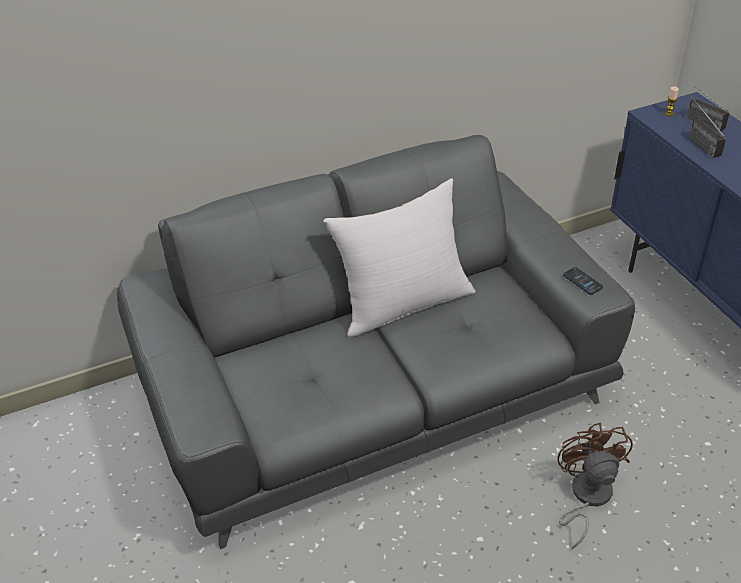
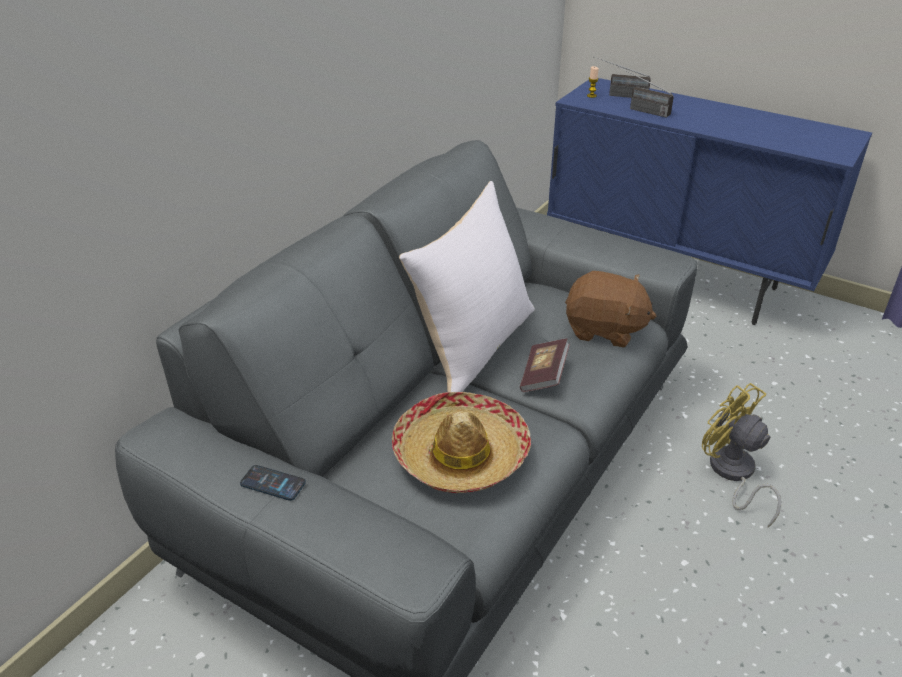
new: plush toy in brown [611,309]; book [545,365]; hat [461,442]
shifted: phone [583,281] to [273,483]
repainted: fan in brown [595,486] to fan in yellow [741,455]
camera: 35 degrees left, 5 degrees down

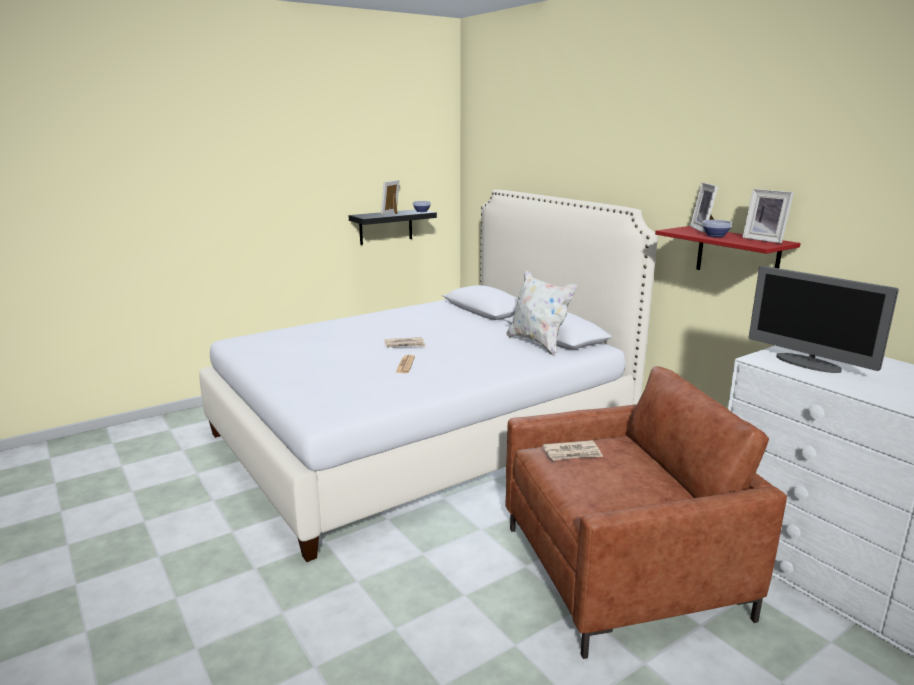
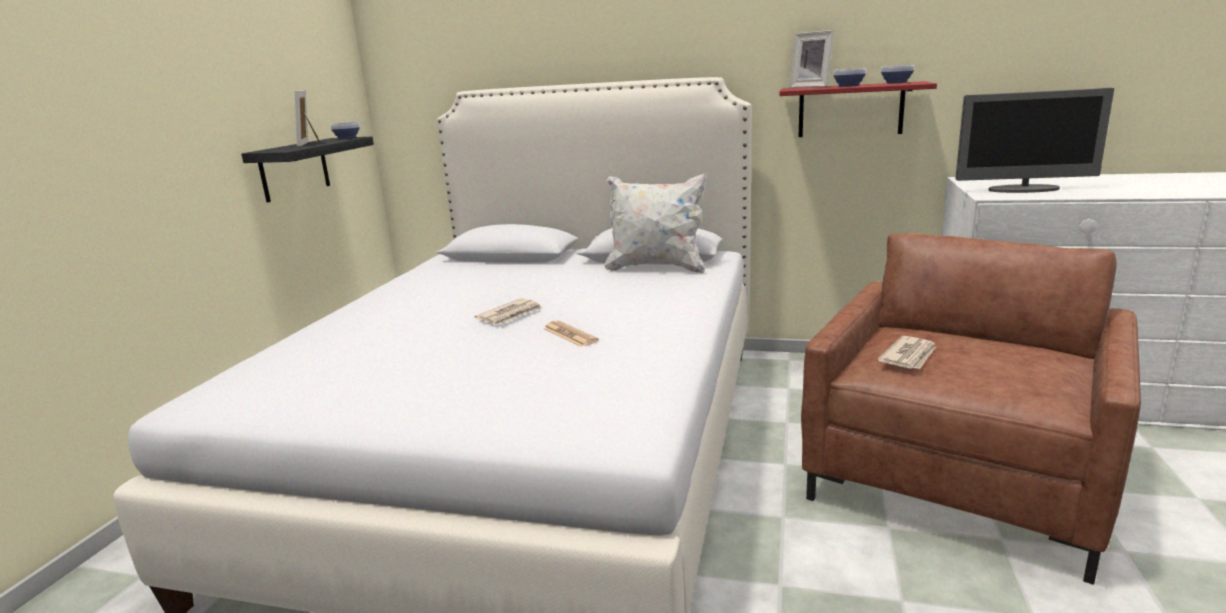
swapped: picture frame [768,216] to bowl [898,74]
camera: 40 degrees left, 0 degrees up

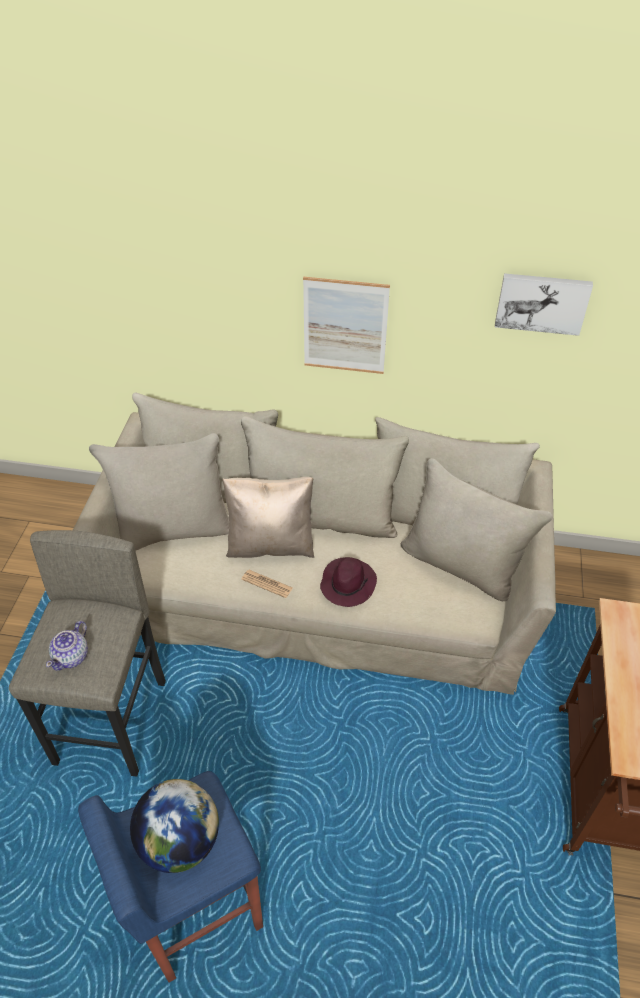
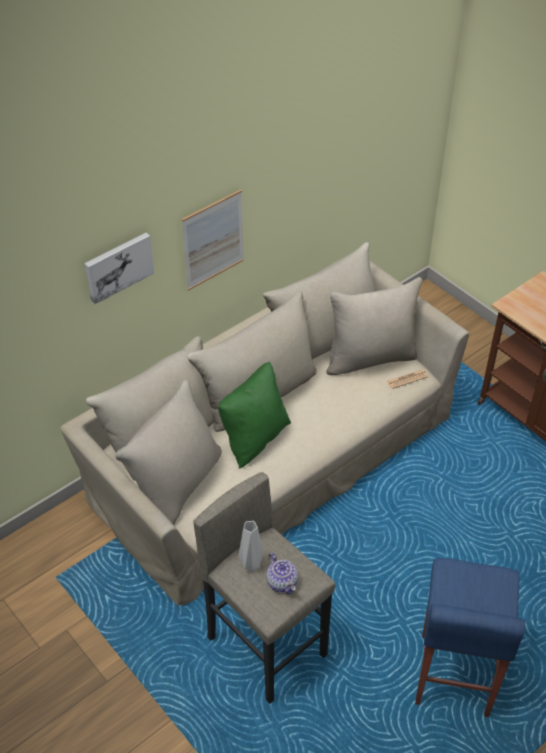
gone: hat in purple [348,582]; globe [174,826]
new: vase in grey [250,546]
shifted: picture [544,304] to [119,268]; newspaper [267,584] to [407,379]
repainted: pillow in beige [268,517] to pillow in green [254,415]
camera: 50 degrees left, 0 degrees up

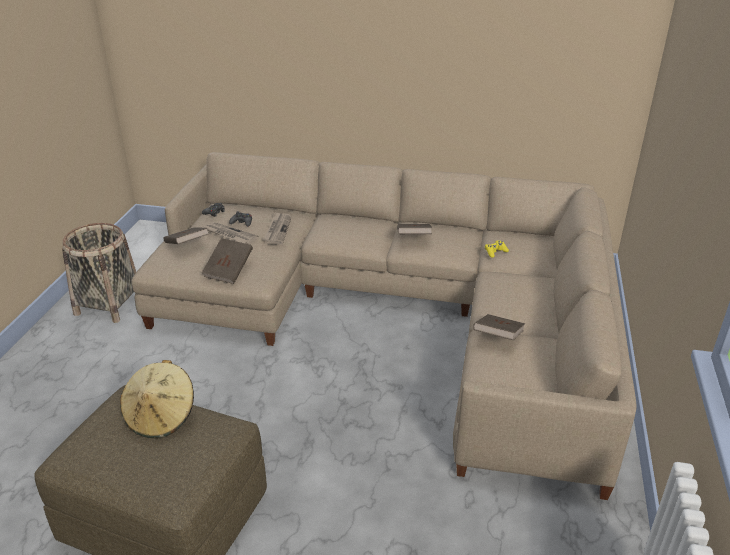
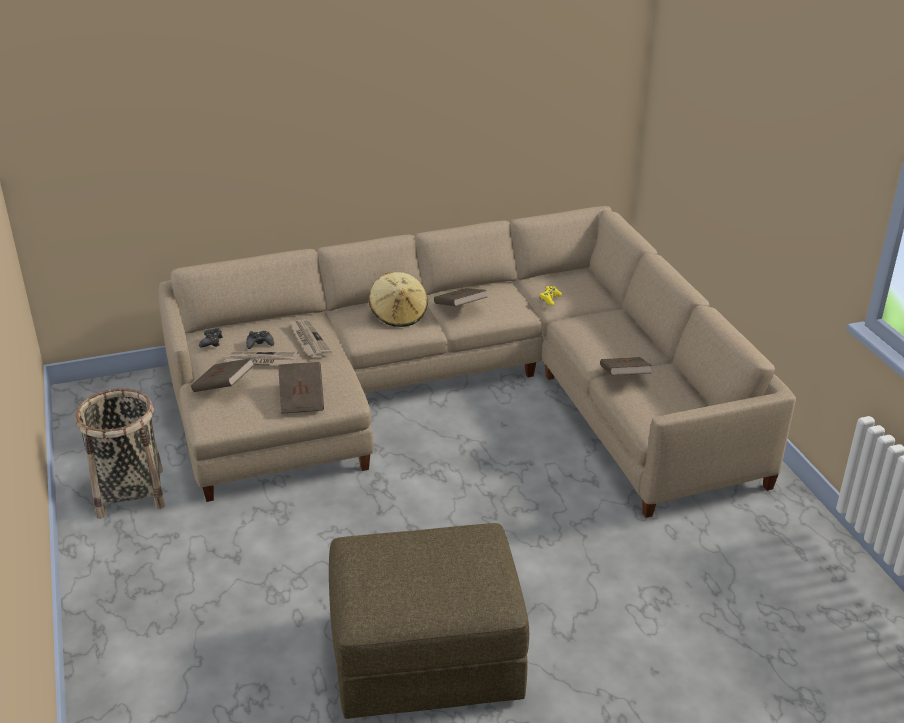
shifted: hat in beige [157,399] to [398,299]
camera: 30 degrees left, 0 degrees up

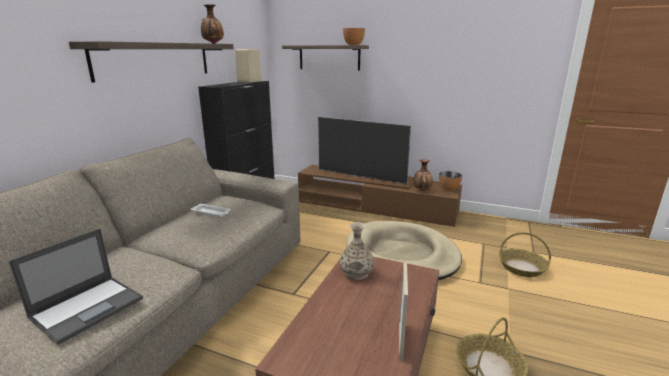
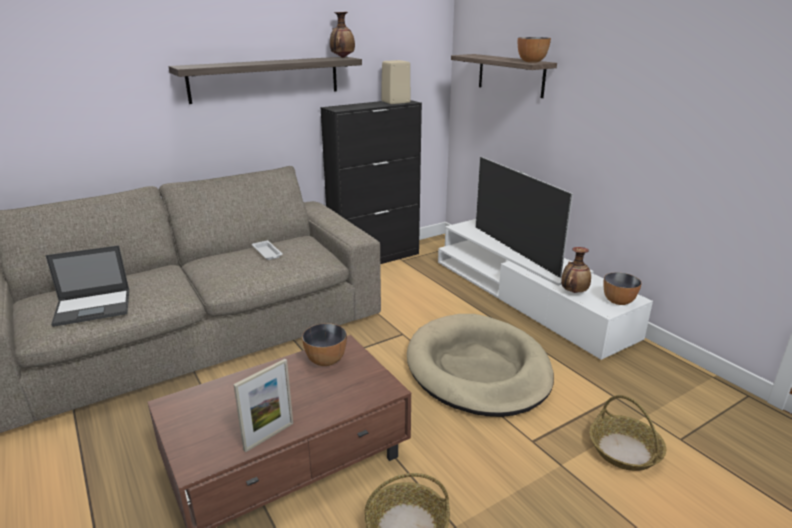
swapped: vase [357,251] to bowl [324,344]
repainted: tv stand in brown [380,196] to tv stand in white [545,289]
camera: 35 degrees right, 5 degrees up

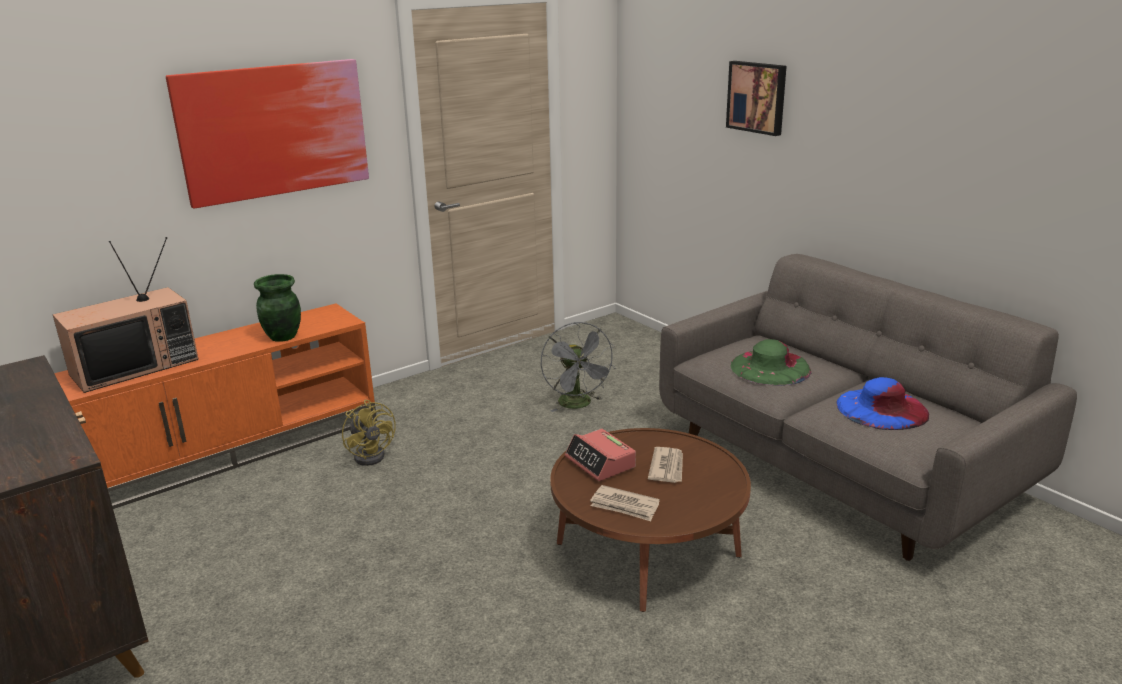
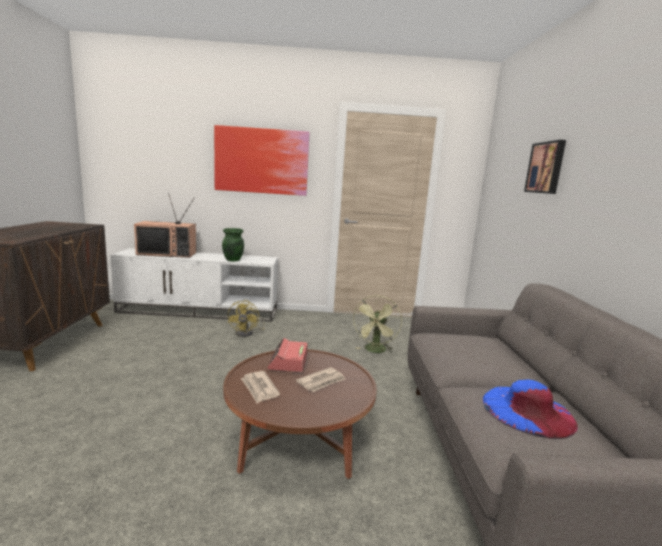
gone: hat in green [770,362]
repainted: tv stand in orange [215,406] to tv stand in white [194,285]; fan in grey [578,367] to fan in green [377,324]
camera: 35 degrees right, 10 degrees down

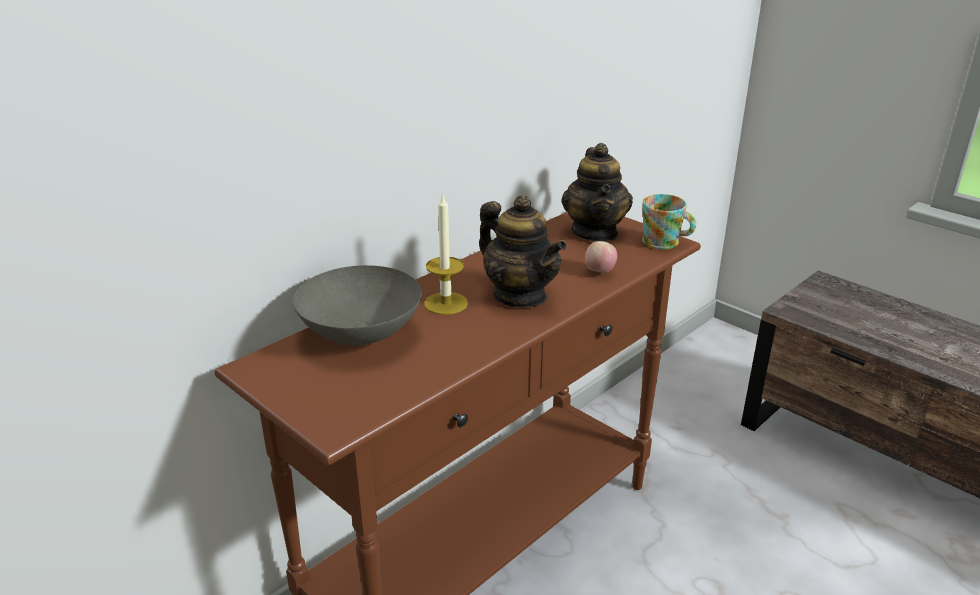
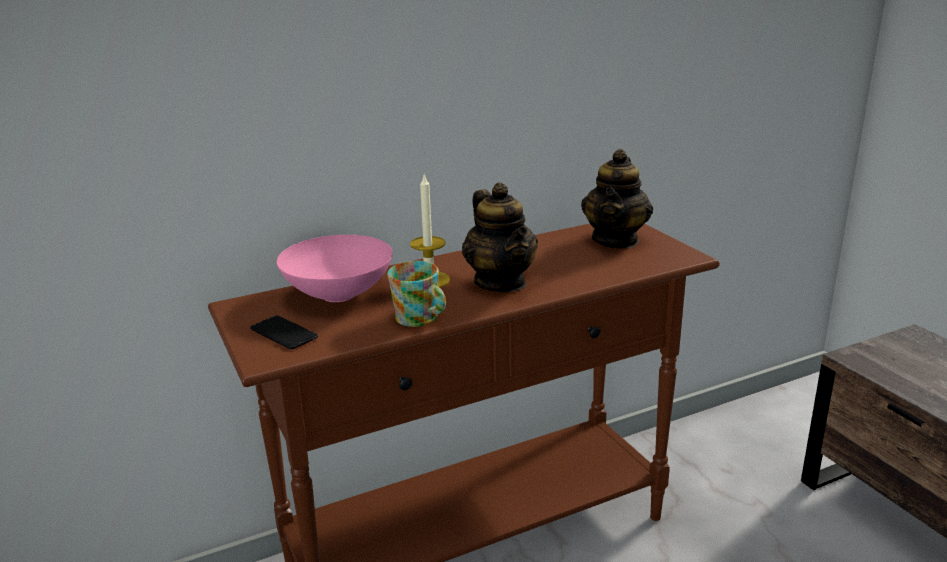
gone: apple [601,257]
new: phone [284,332]
shifted: mug [669,222] to [416,294]
repainted: bowl in grey [357,305] to bowl in pink [335,268]
camera: 20 degrees right, 5 degrees down

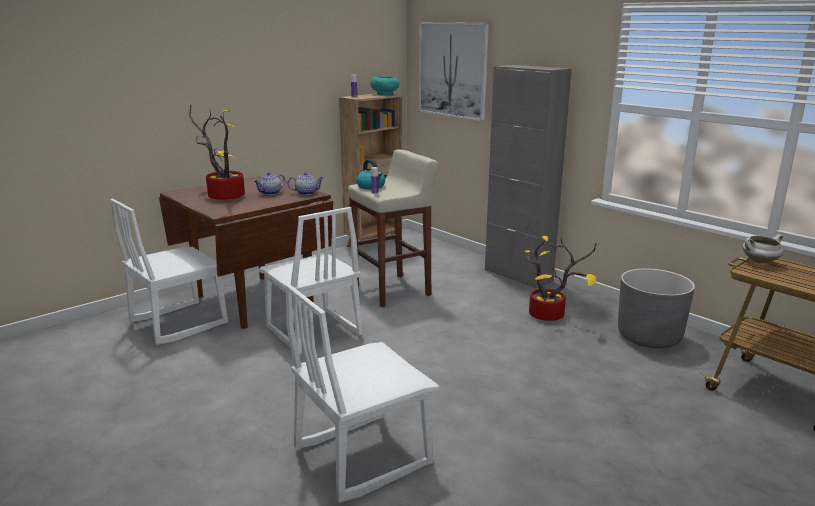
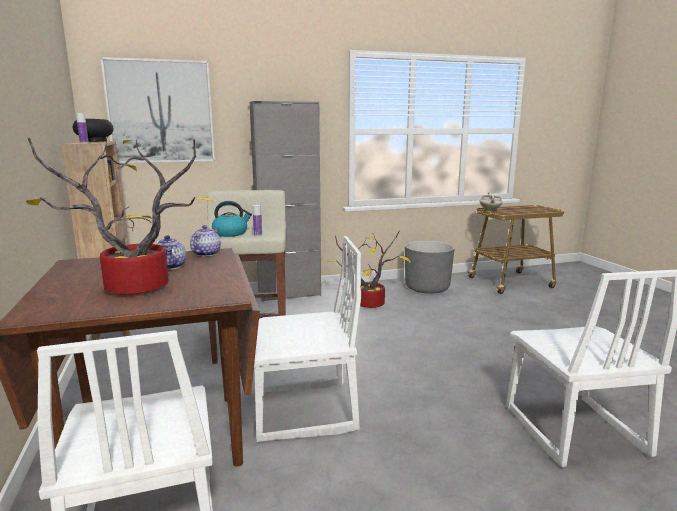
repainted: bowl in turquoise [385,85] to bowl in black [93,130]
camera: 65 degrees left, 5 degrees down

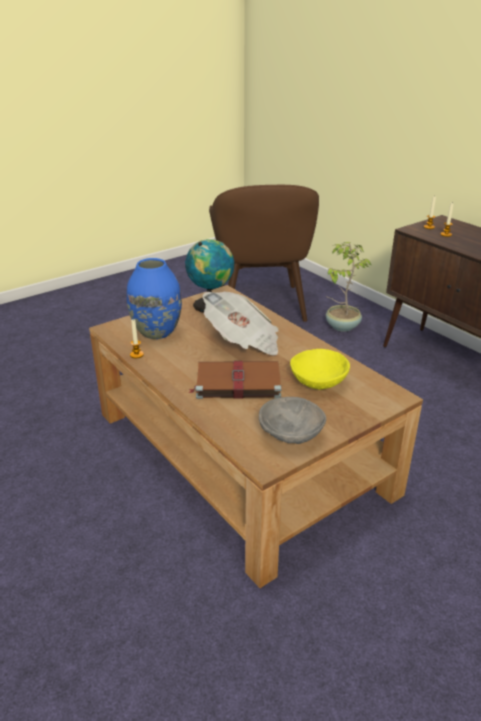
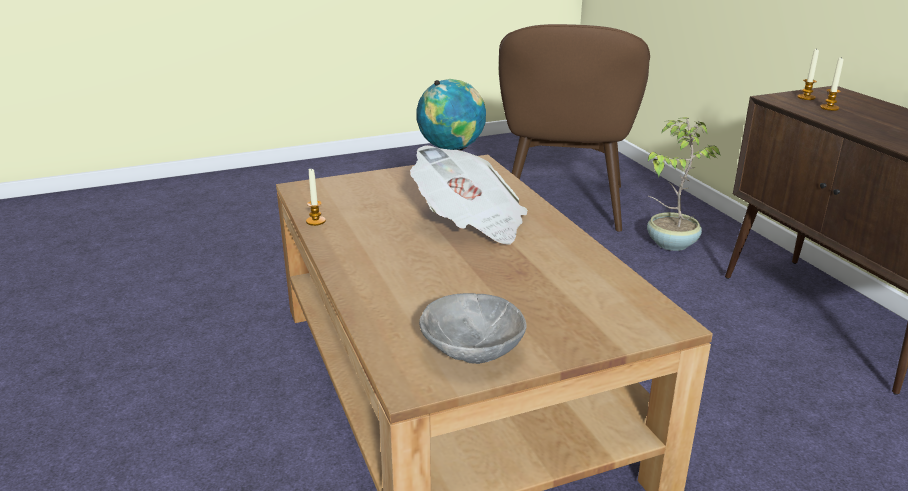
gone: vase in blue [154,298]; bowl in yellow [320,369]; book in brown [235,380]
camera: 15 degrees right, 5 degrees down

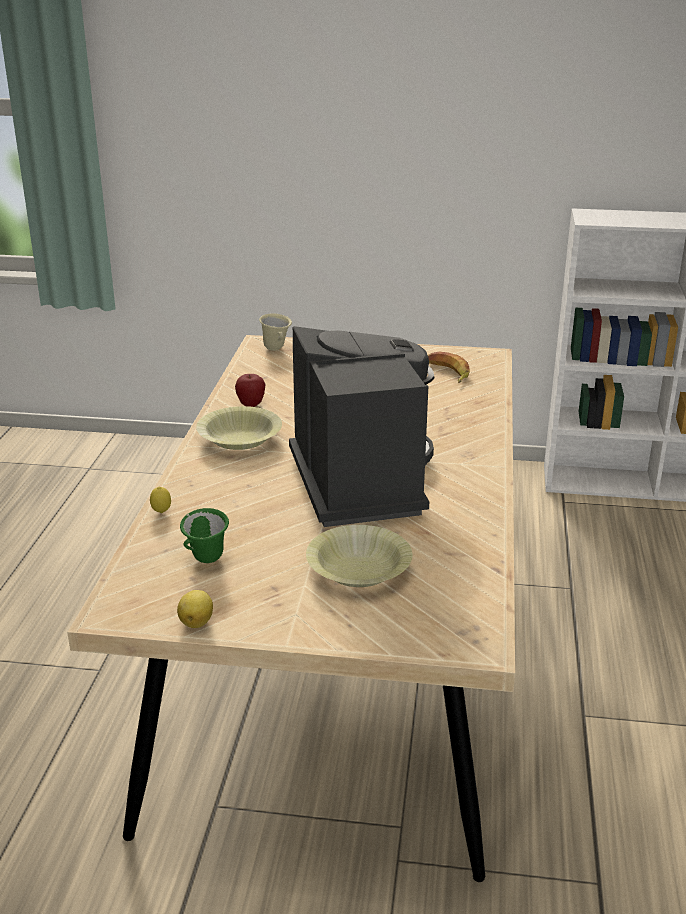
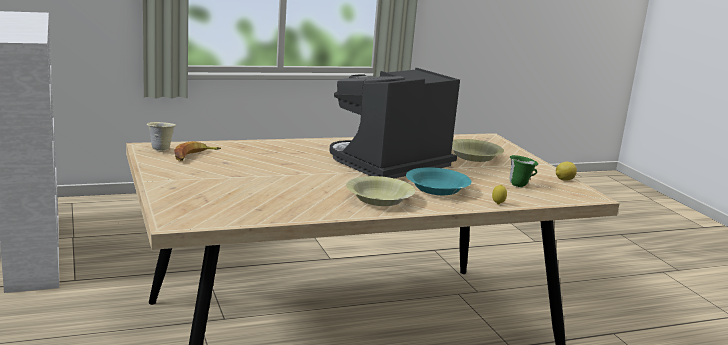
gone: apple [250,390]
new: bowl in turquoise [438,181]
shifted: mug in beige [275,332] to [161,136]
camera: 120 degrees left, 10 degrees down

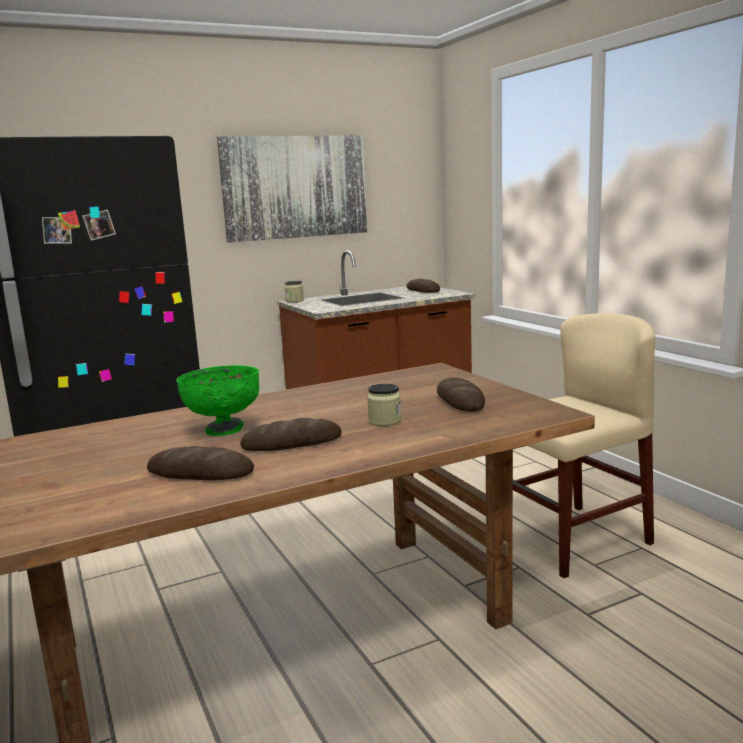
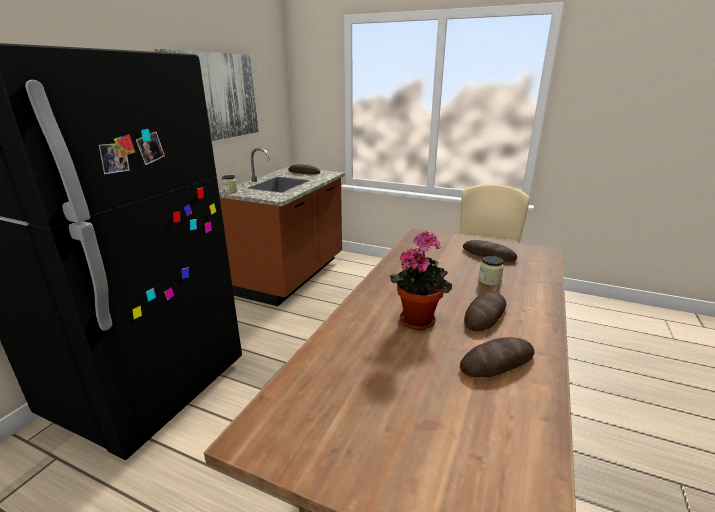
swapped: bowl in green [217,400] to potted plant [421,280]
camera: 40 degrees left, 10 degrees up

